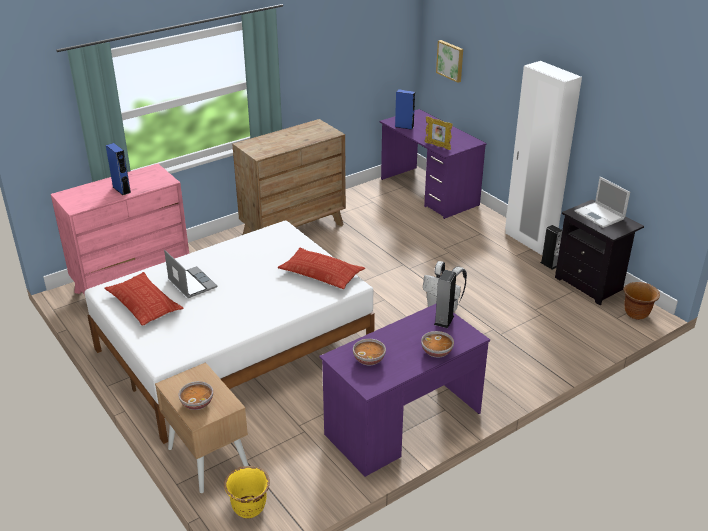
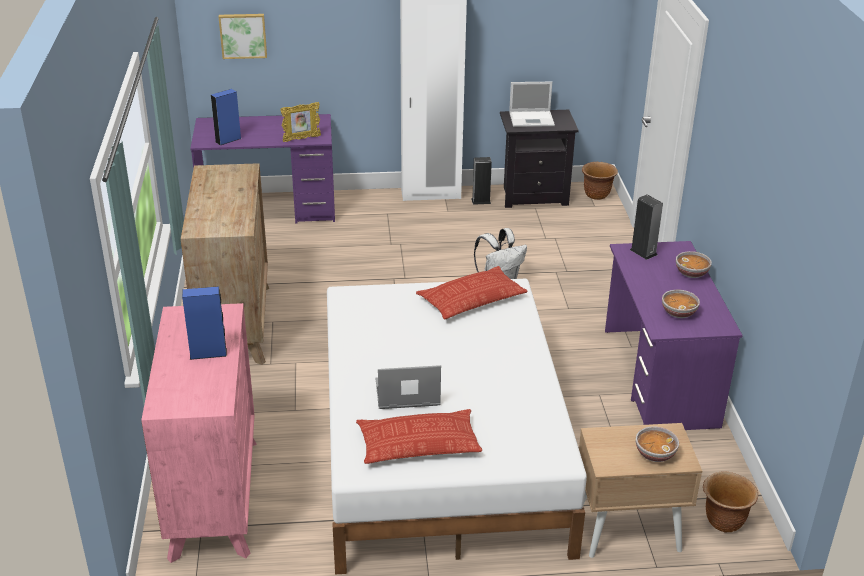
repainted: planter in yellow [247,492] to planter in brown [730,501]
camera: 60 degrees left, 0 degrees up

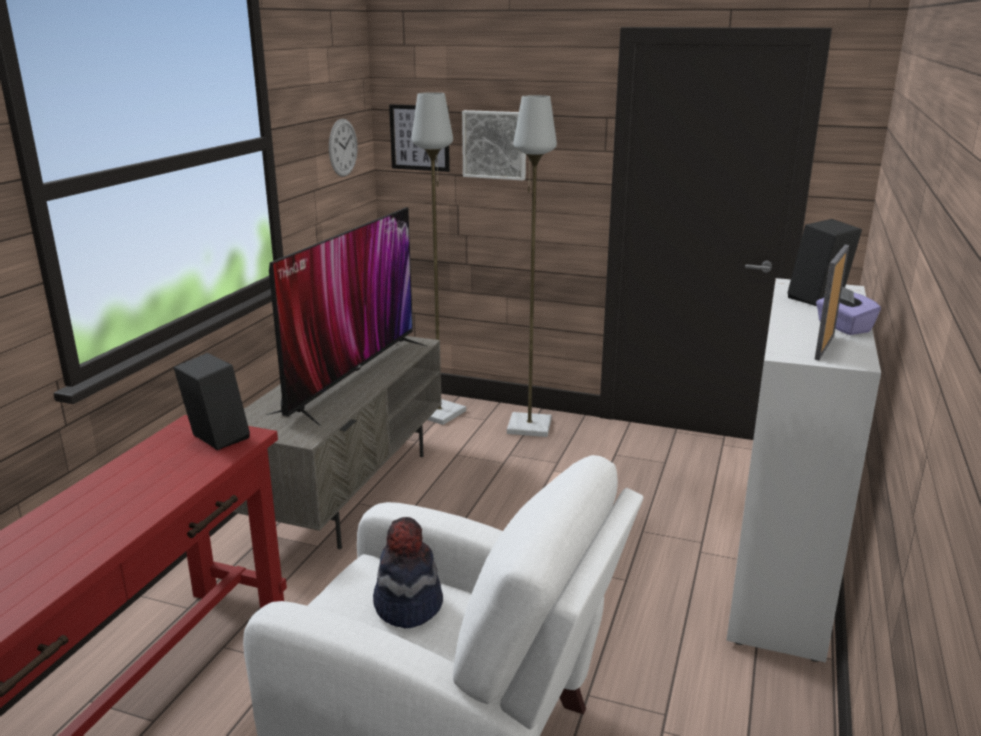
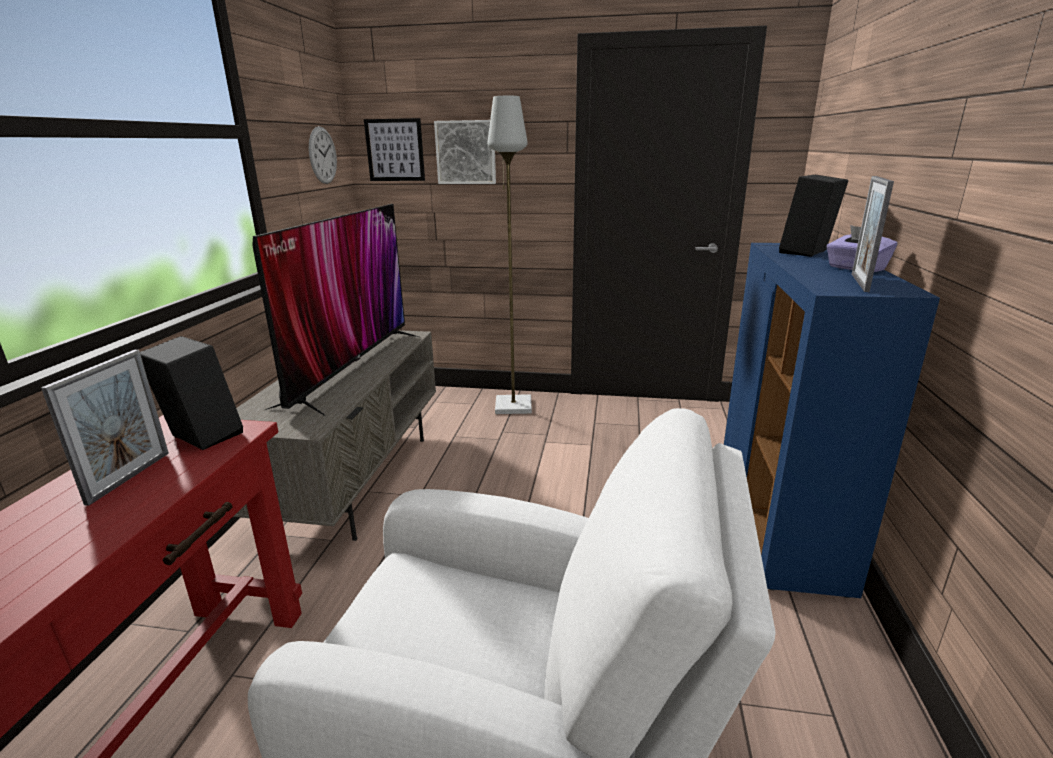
gone: floor lamp in grey [438,258]; hat [408,572]
new: picture frame [105,428]
repainted: cabinet in white [804,470] to cabinet in blue [832,420]
camera: 10 degrees left, 0 degrees up

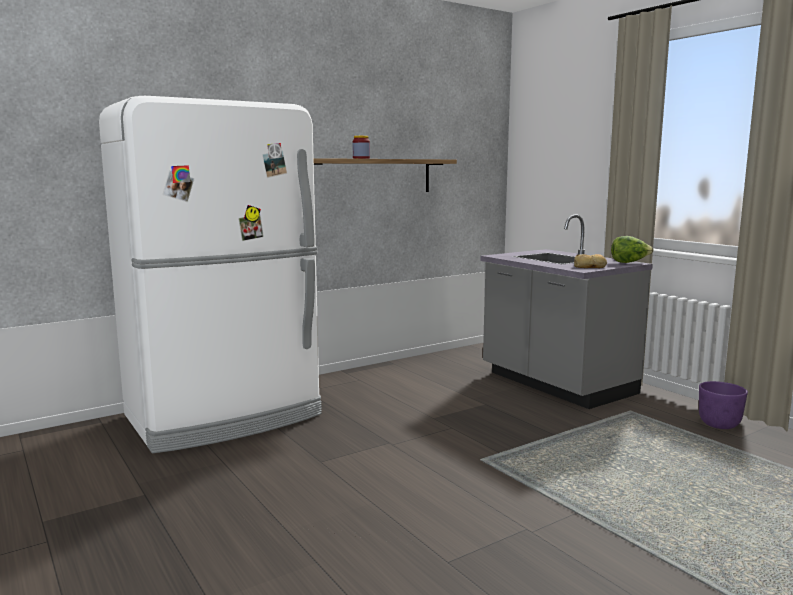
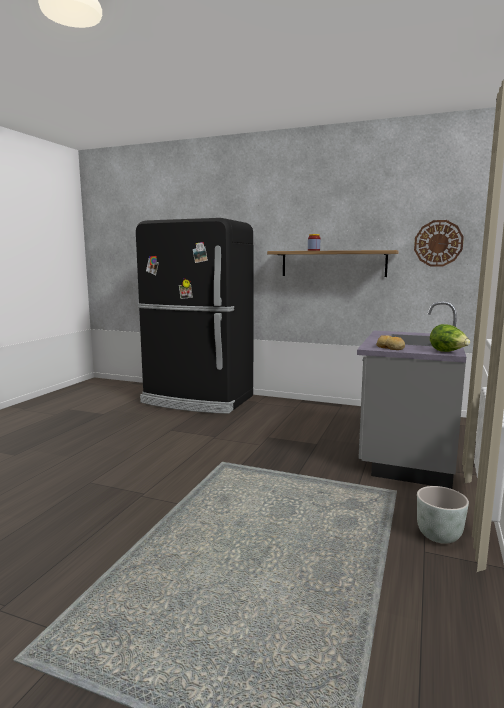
new: wall clock [439,243]
repainted: fridge in white [210,274] to fridge in black [194,316]; planter in purple [723,405] to planter in grey [443,515]
camera: 55 degrees right, 0 degrees up

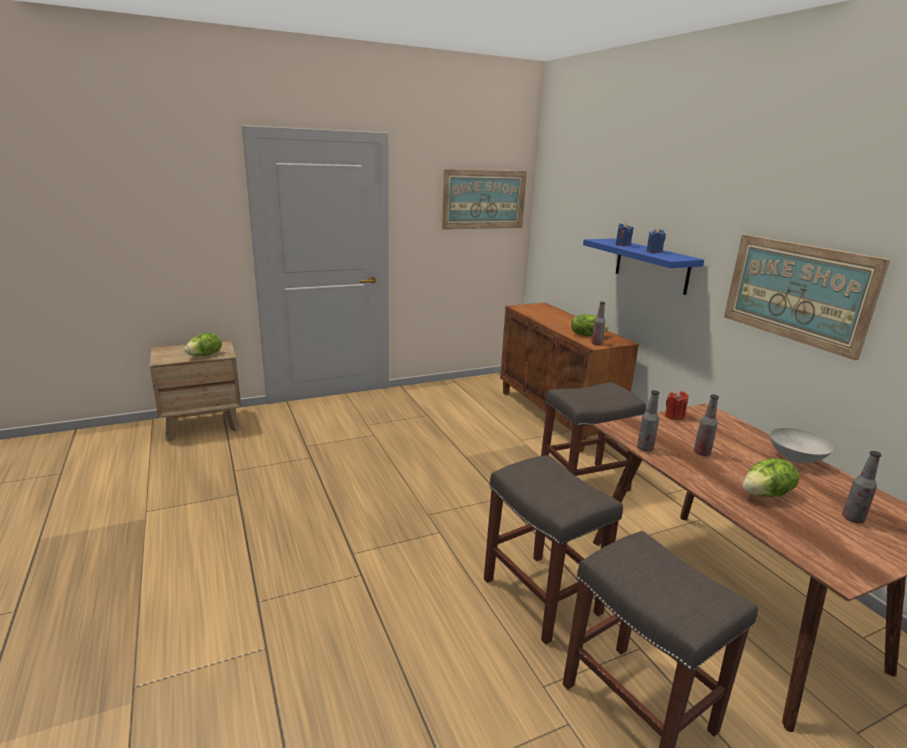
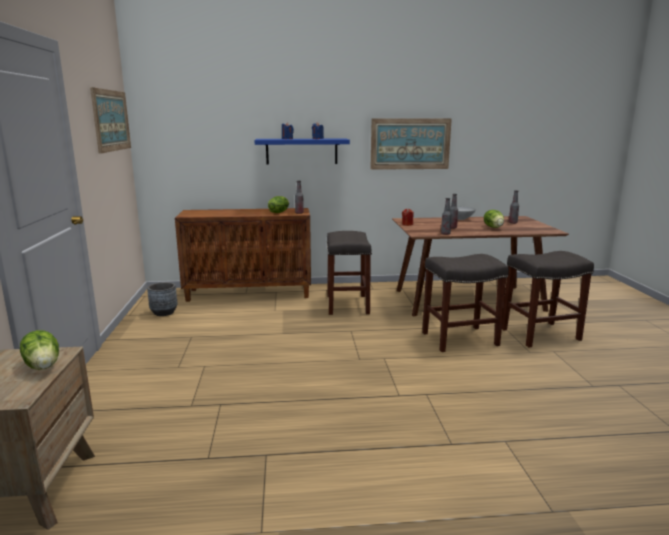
new: planter in grey [162,299]
camera: 70 degrees left, 5 degrees down

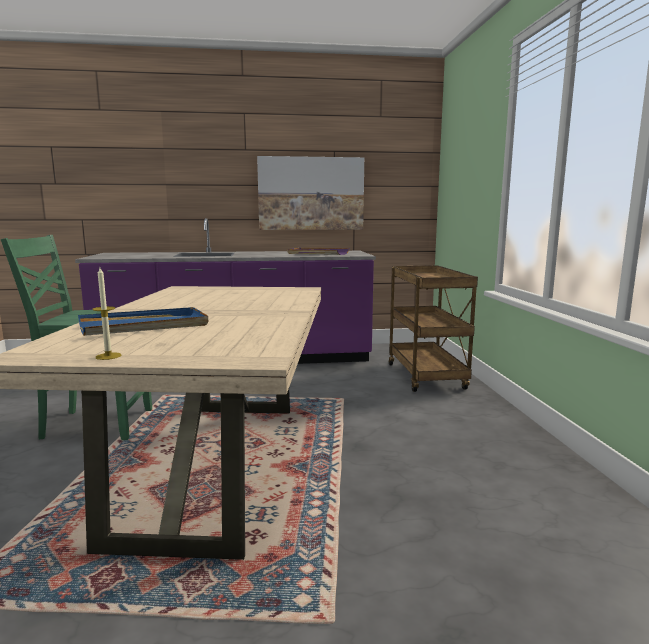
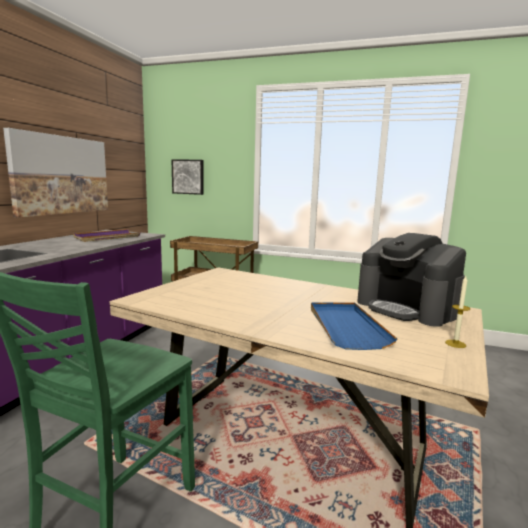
new: picture [188,177]; coffee machine [411,280]
camera: 65 degrees left, 0 degrees up

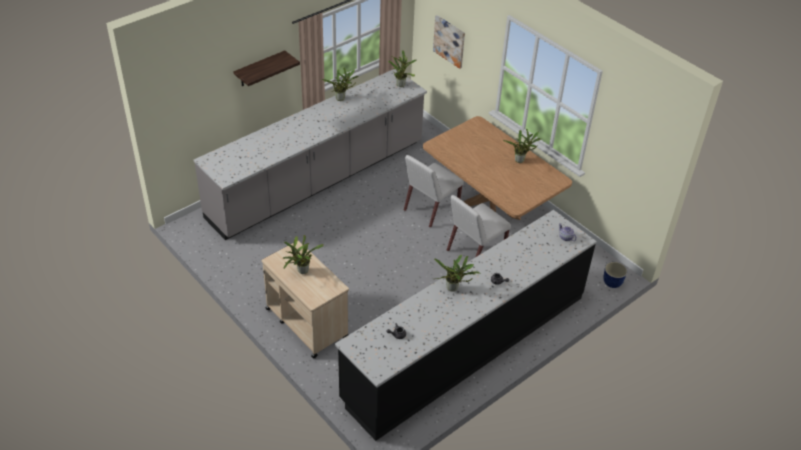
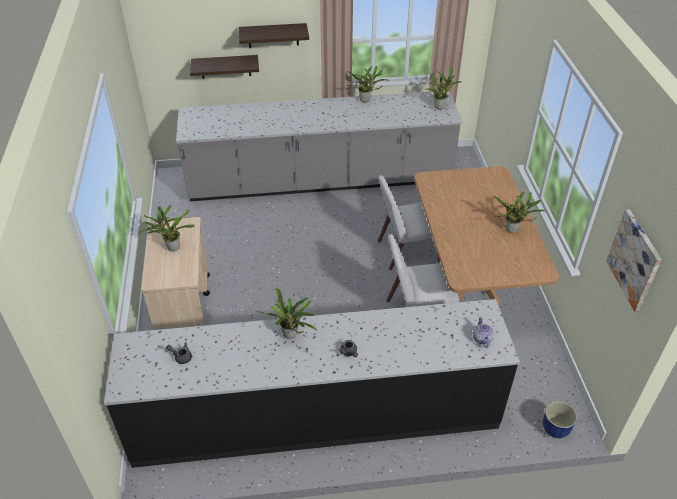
new: shelf [224,67]
shifted: picture [449,42] to [634,260]
camera: 35 degrees right, 0 degrees up

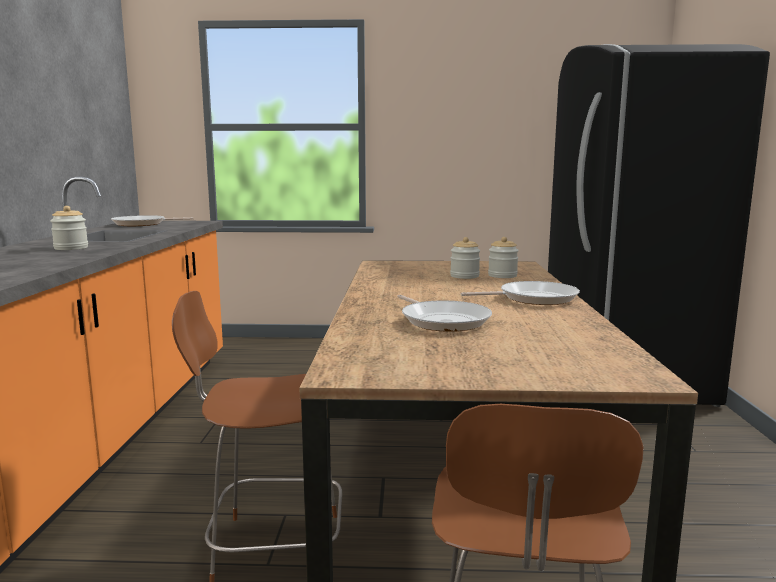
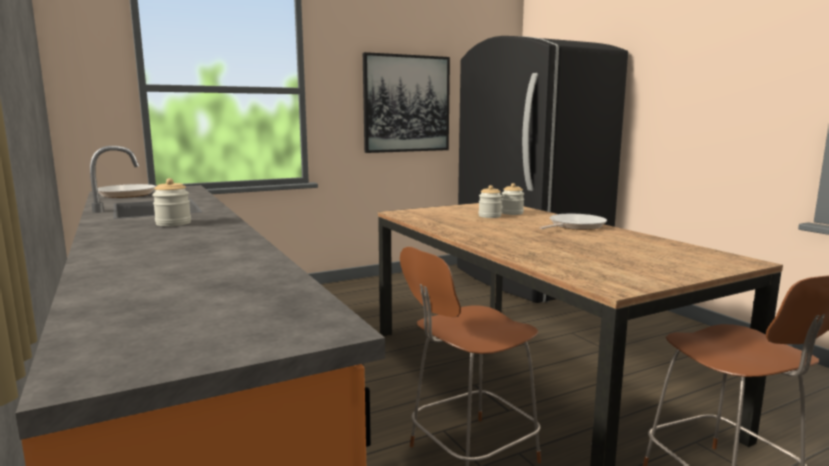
gone: frying pan [444,313]
new: picture [406,102]
camera: 30 degrees left, 0 degrees up

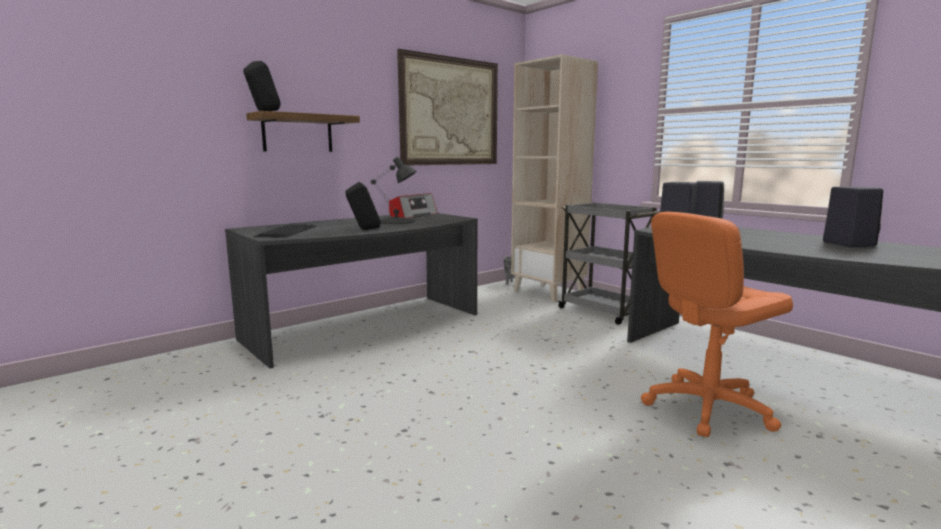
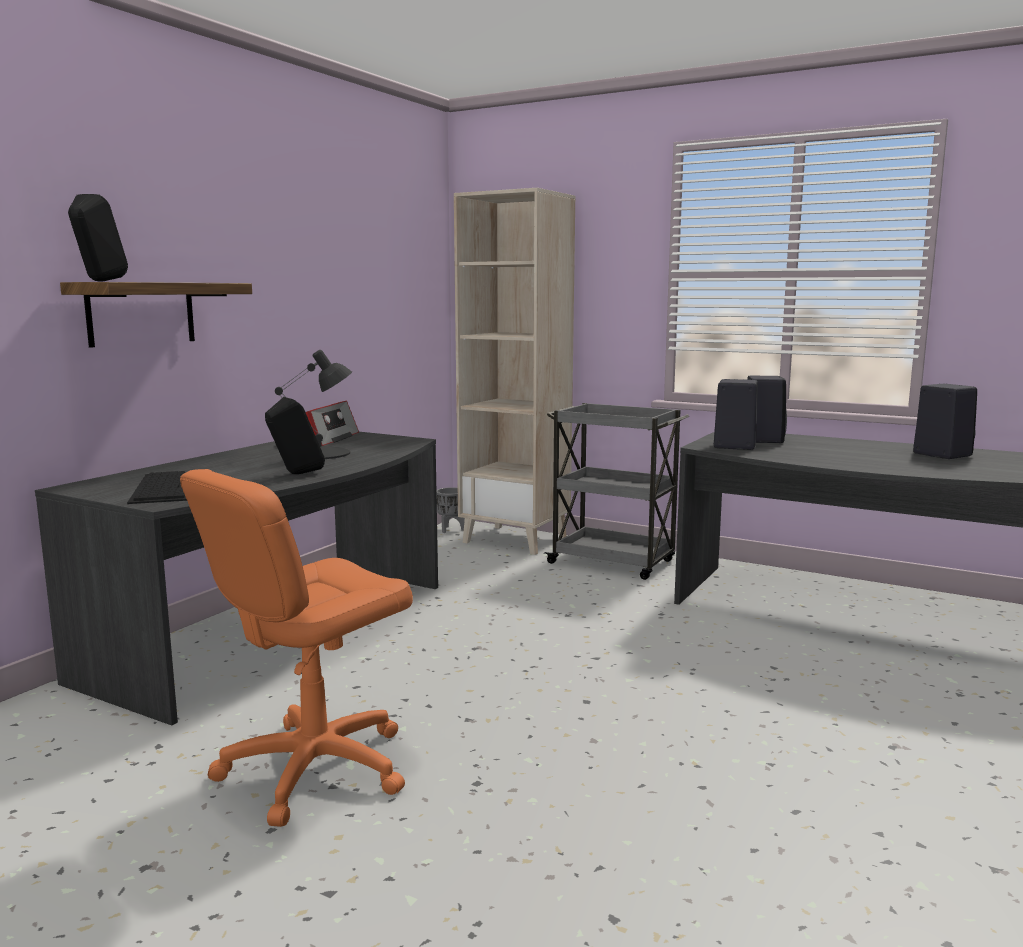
gone: picture [447,107]
shifted: office chair in orange [717,324] to [296,648]
camera: 20 degrees left, 0 degrees up

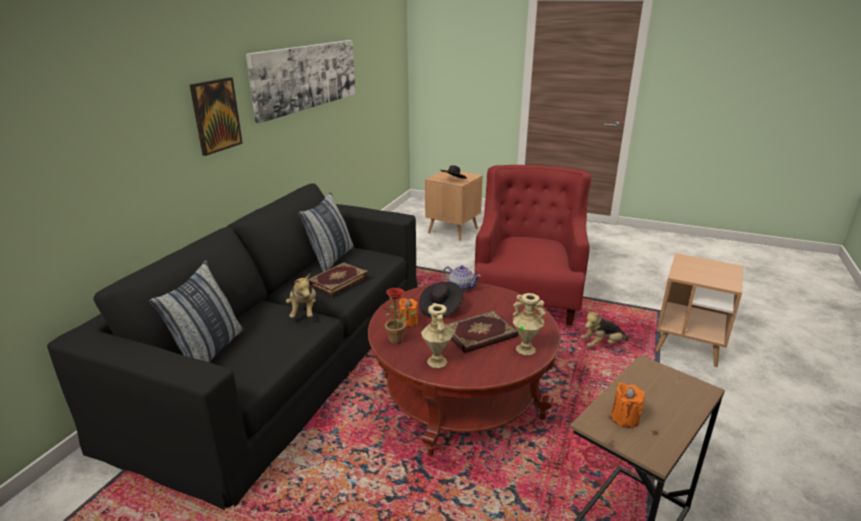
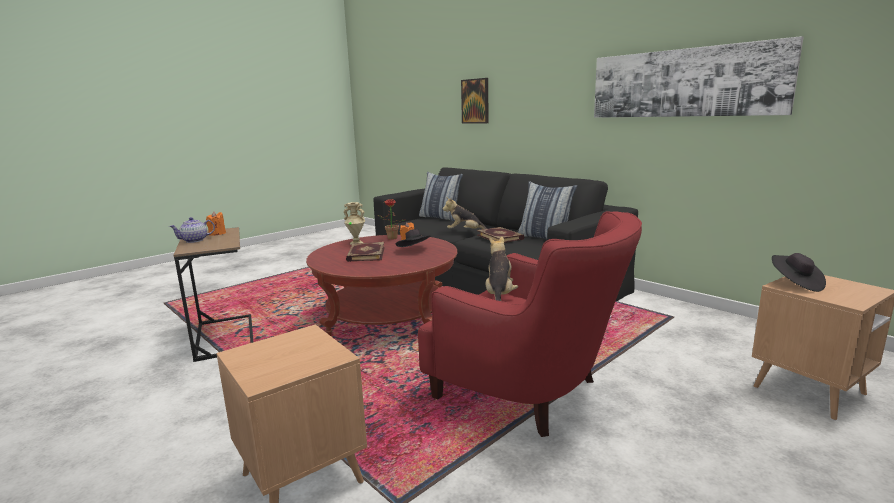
gone: vase in beige [529,324]
shifted: picture [216,116] to [475,101]; teapot [462,278] to [192,230]; plush toy [604,328] to [502,268]
camera: 115 degrees right, 10 degrees down

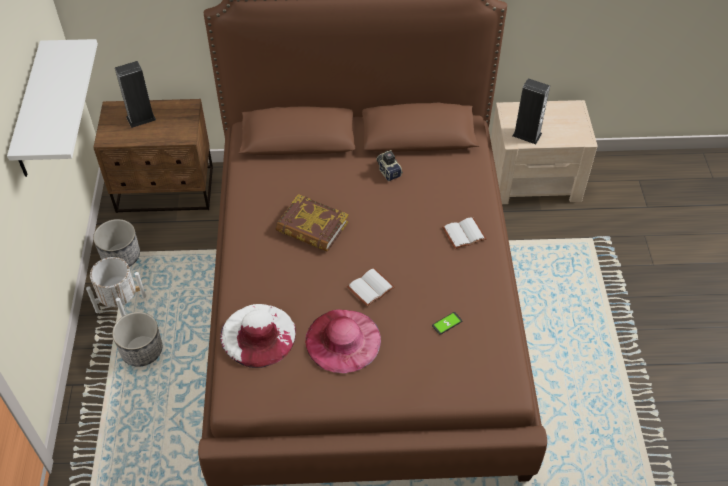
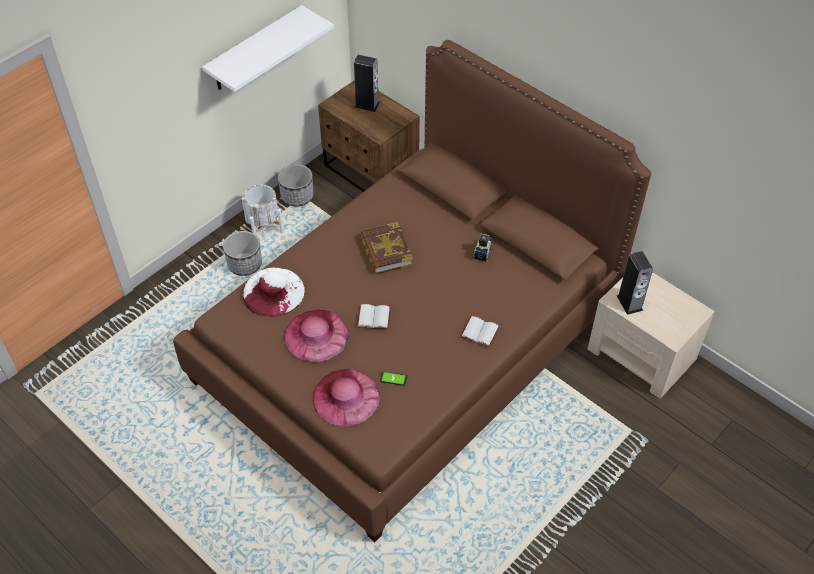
new: hat in pink [346,397]
camera: 45 degrees right, 0 degrees up

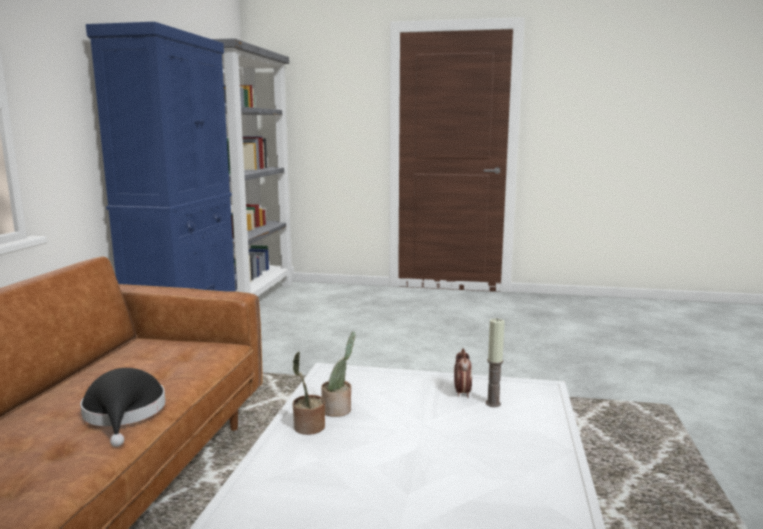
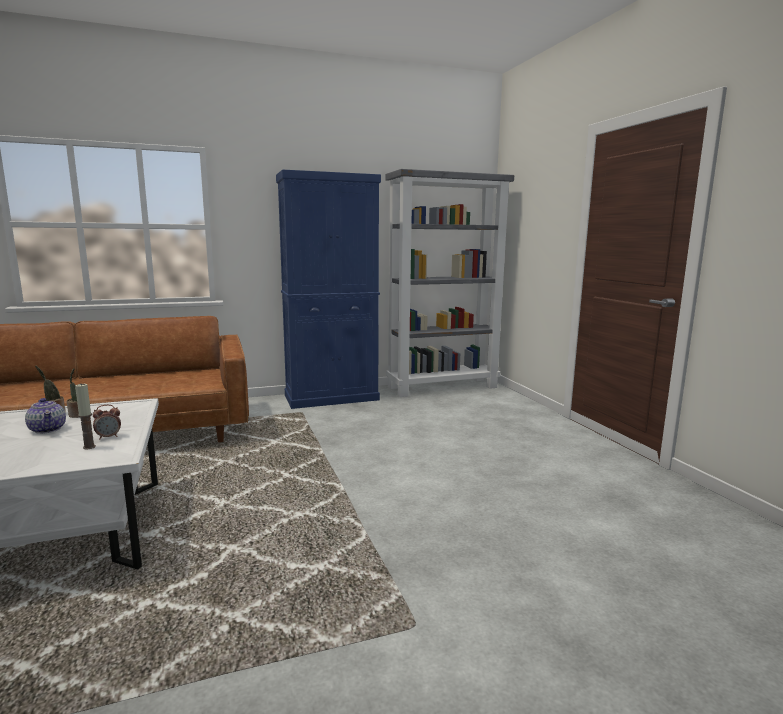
gone: hat in black [123,407]
new: teapot [45,416]
camera: 60 degrees right, 0 degrees up

